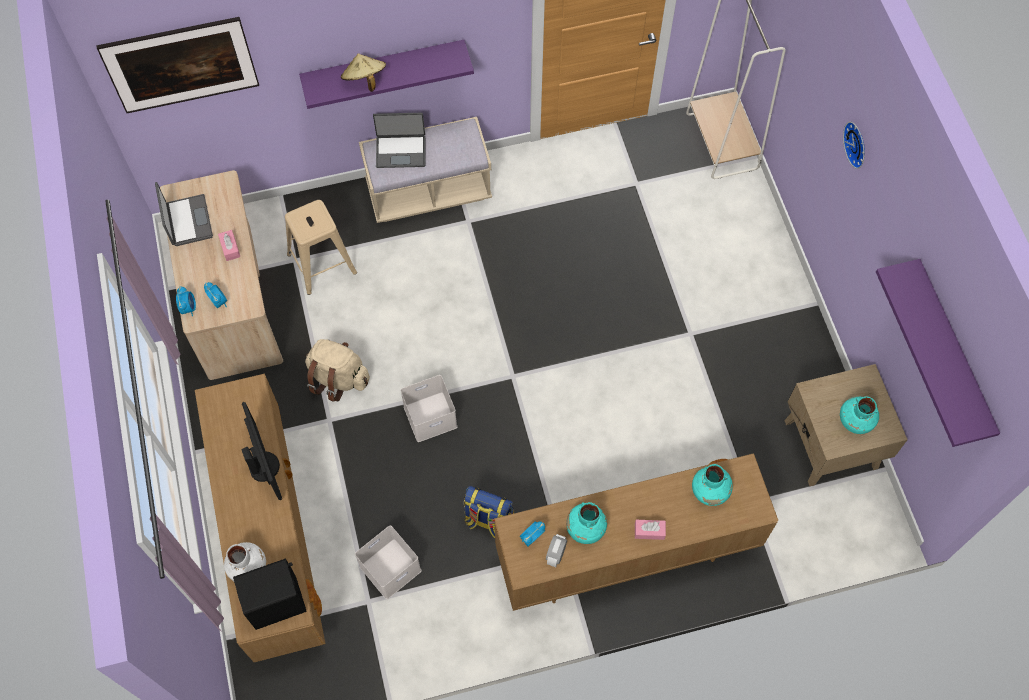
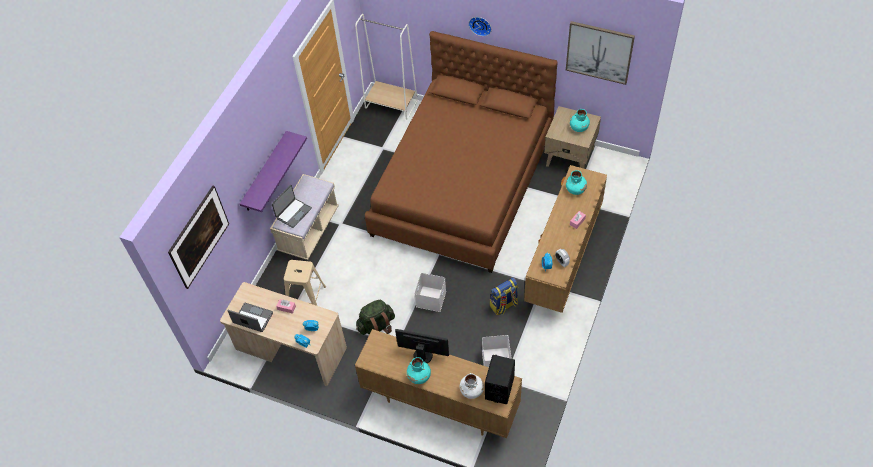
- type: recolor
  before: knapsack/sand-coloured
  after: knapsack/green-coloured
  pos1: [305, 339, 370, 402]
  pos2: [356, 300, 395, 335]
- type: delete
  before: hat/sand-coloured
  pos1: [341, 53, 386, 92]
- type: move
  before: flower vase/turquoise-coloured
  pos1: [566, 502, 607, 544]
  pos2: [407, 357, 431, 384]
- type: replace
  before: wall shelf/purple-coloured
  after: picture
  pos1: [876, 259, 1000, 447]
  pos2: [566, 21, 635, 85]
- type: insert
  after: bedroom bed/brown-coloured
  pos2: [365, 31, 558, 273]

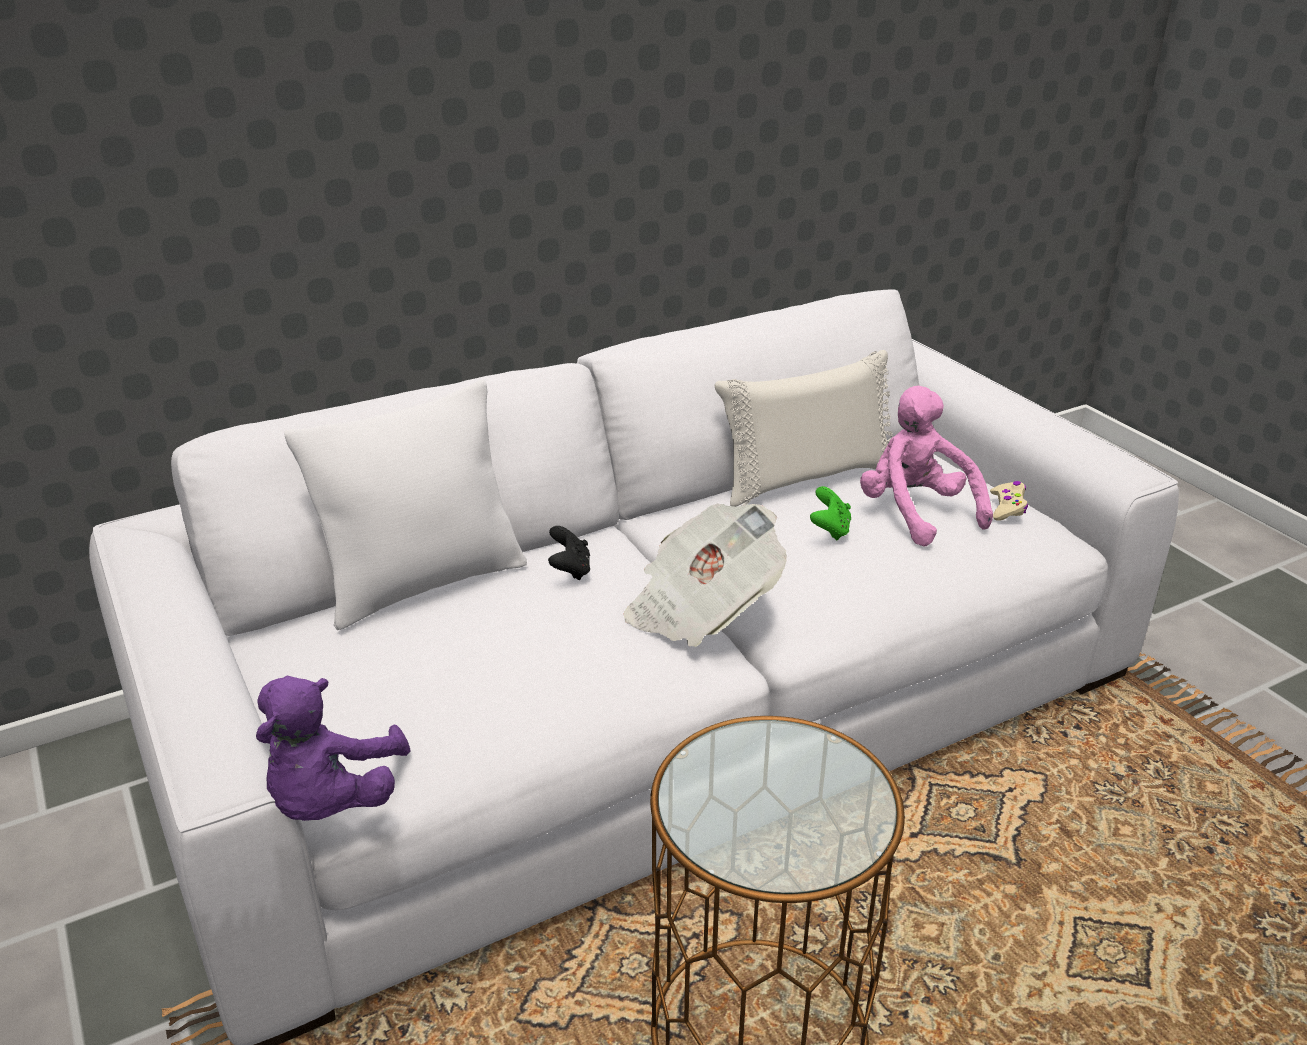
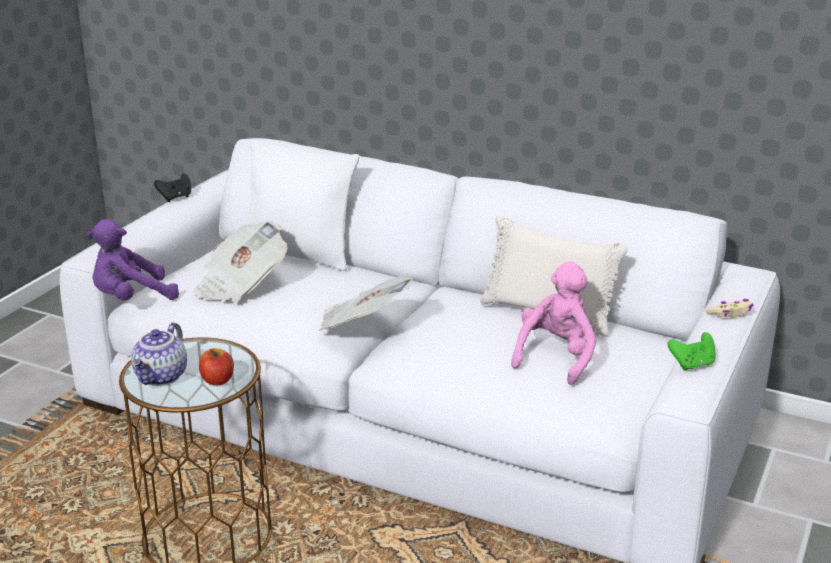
- type: move
  before: gamepad/black
  pos1: [548, 526, 590, 580]
  pos2: [154, 173, 191, 202]
- type: move
  before: gamepad/green-coloured
  pos1: [810, 486, 851, 540]
  pos2: [668, 332, 716, 371]
- type: move
  before: gamepad/sand-coloured
  pos1: [990, 481, 1028, 521]
  pos2: [706, 299, 753, 318]
- type: insert
  after: tea pot
  pos2: [131, 322, 187, 386]
- type: insert
  after: newspaper
  pos2: [193, 221, 287, 302]
- type: insert
  after: apple fruit
  pos2: [199, 348, 234, 385]

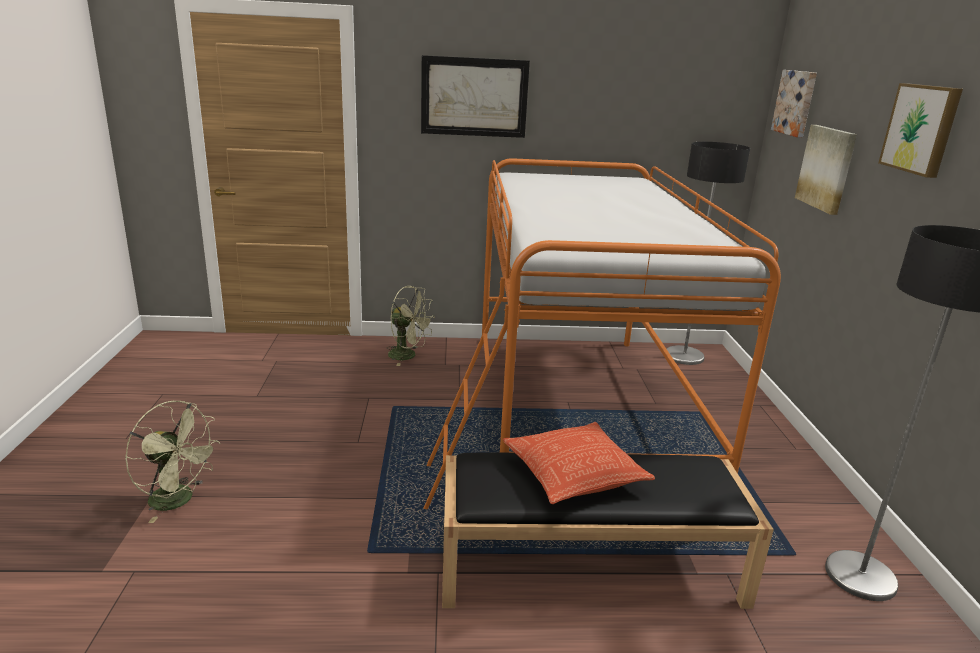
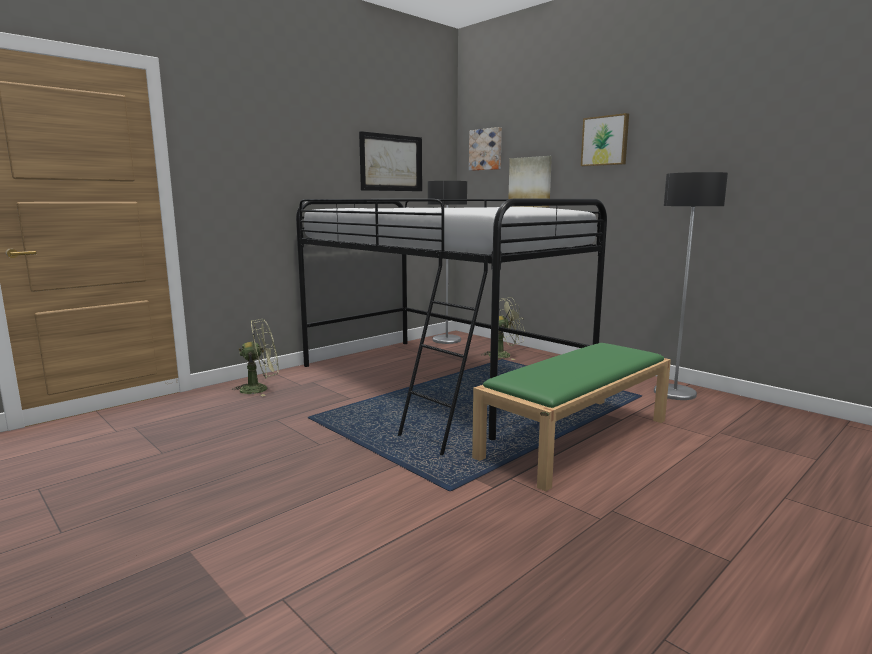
- type: move
  before: fan/green-coloured
  pos1: [125, 401, 221, 523]
  pos2: [481, 297, 525, 360]
- type: move
  before: picture
  pos1: [421, 55, 530, 138]
  pos2: [359, 131, 422, 191]
- type: recolor
  before: bedroom bed/orangey
  after: bedroom bed/black
  pos1: [423, 158, 781, 509]
  pos2: [296, 199, 607, 455]
- type: recolor
  before: long seat/black
  after: long seat/green-coloured
  pos1: [442, 452, 774, 609]
  pos2: [472, 343, 671, 492]
- type: delete
  before: pillow/orangey
  pos1: [503, 422, 655, 504]

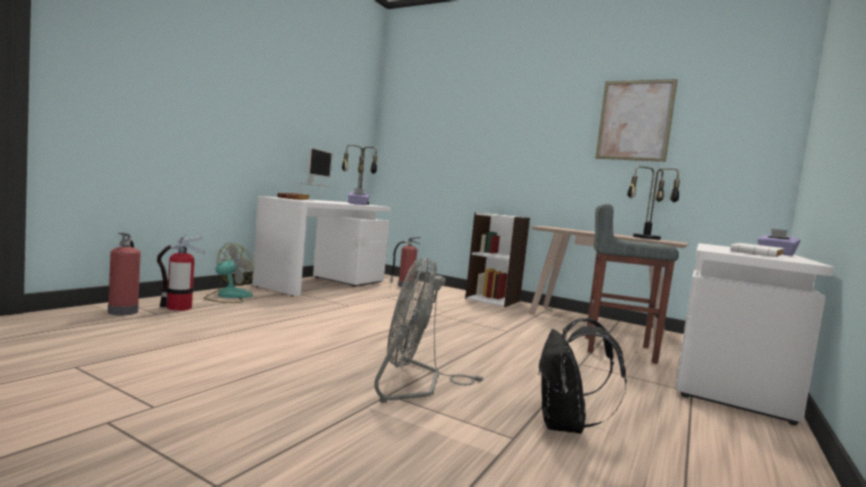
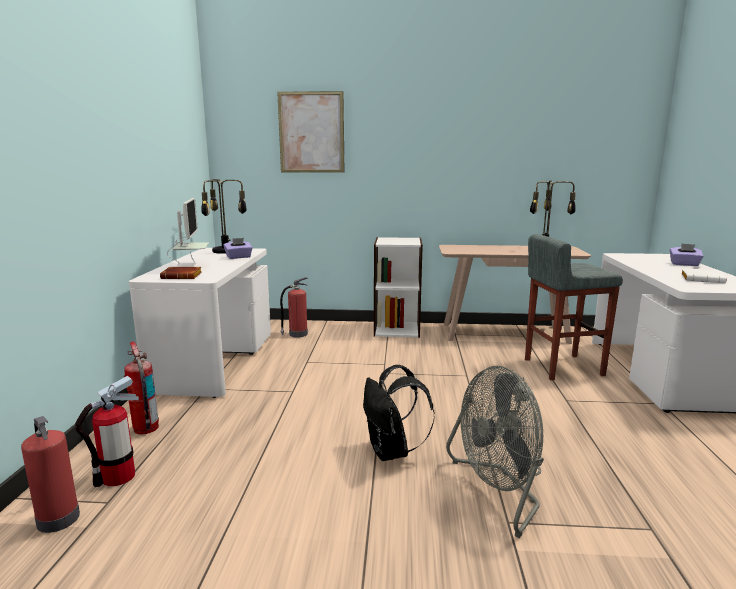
- type: replace
  before: fan
  after: extinguisher
  pos1: [204, 243, 254, 303]
  pos2: [124, 342, 159, 434]
- type: move
  before: knapsack/black
  pos1: [538, 318, 627, 434]
  pos2: [363, 365, 435, 461]
- type: move
  before: picture
  pos1: [595, 79, 678, 162]
  pos2: [277, 91, 344, 173]

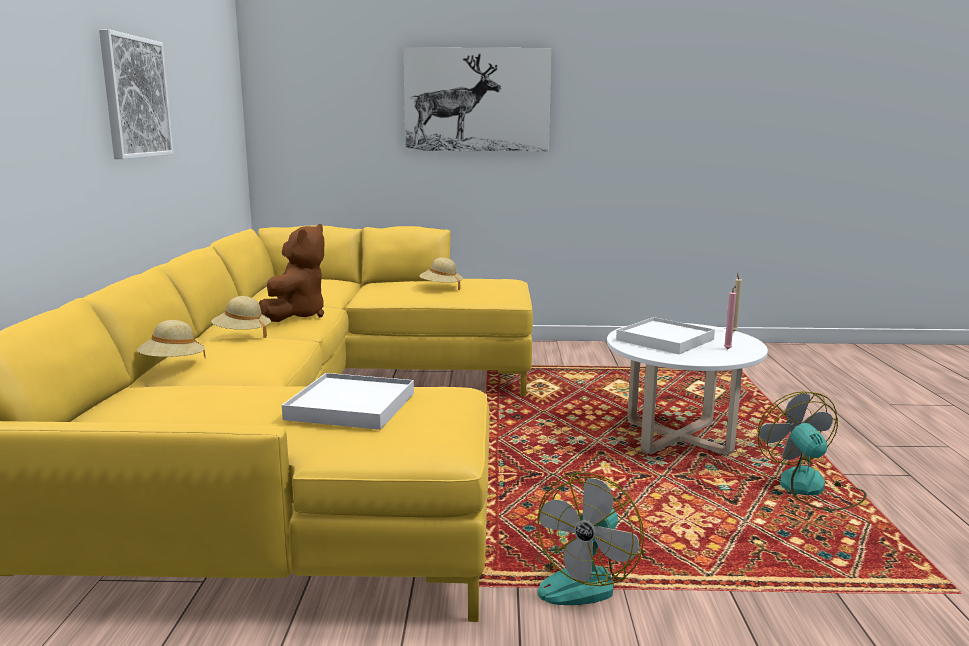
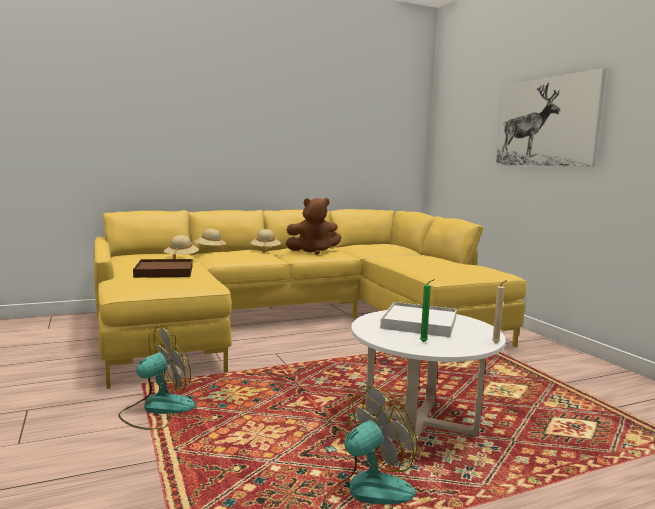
- type: delete
  before: picture
  pos1: [99, 29, 174, 159]
- type: recolor
  before: serving tray/white
  after: serving tray/brown-coloured
  pos1: [282, 373, 414, 430]
  pos2: [133, 259, 193, 278]
- type: move
  before: hat/sand-coloured
  pos1: [419, 258, 463, 290]
  pos2: [164, 235, 199, 259]
- type: rotate
  before: fan
  pos1: [537, 473, 644, 605]
  pos2: [118, 327, 196, 430]
  turn: 135
- type: recolor
  before: candle/pink
  after: candle/green-coloured
  pos1: [724, 286, 736, 349]
  pos2: [420, 279, 435, 342]

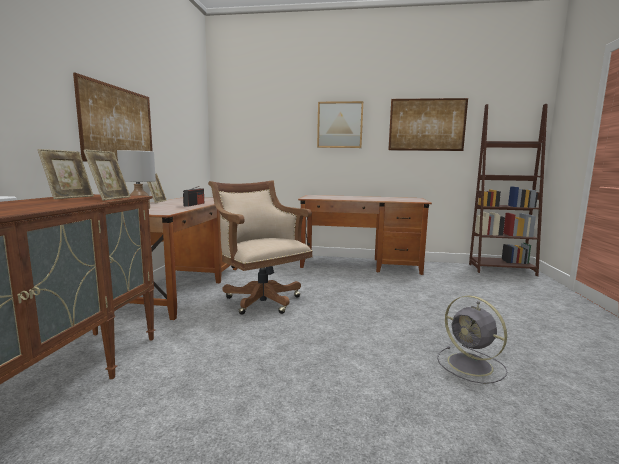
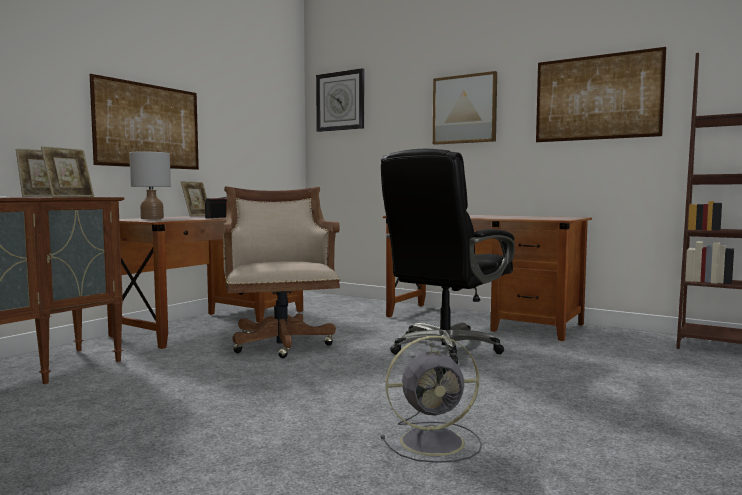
- type: rotate
  before: fan/greyish
  pos1: [437, 296, 507, 384]
  pos2: [380, 336, 482, 463]
  turn: -90
- type: insert
  after: hanging clock
  pos2: [316, 68, 364, 132]
- type: insert
  after: office chair/black
  pos2: [381, 149, 515, 365]

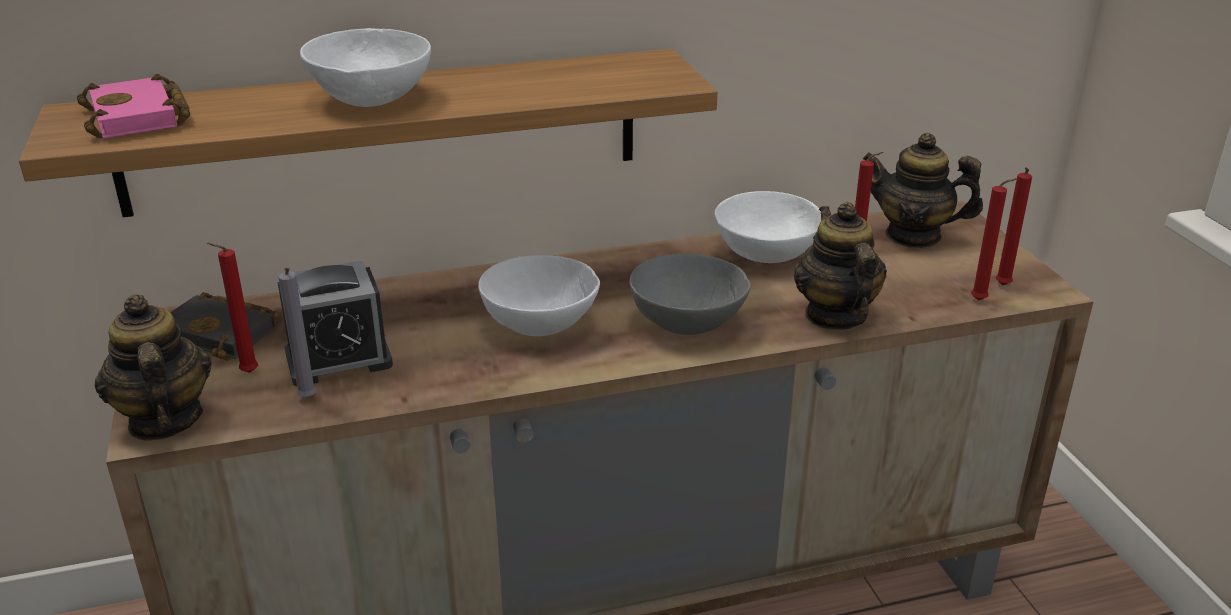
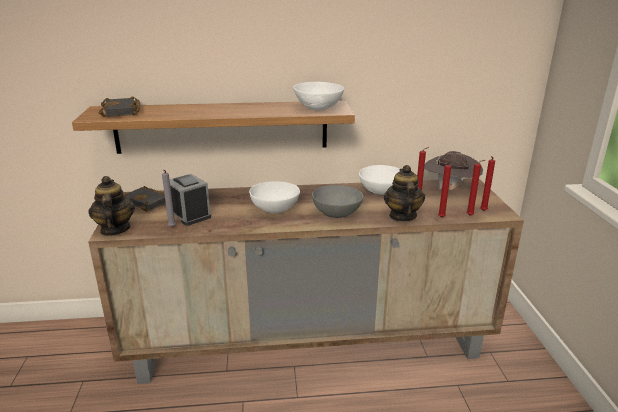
- type: recolor
  before: volume/pink
  after: volume/black
  pos1: [77, 74, 190, 139]
  pos2: [99, 96, 140, 117]
- type: move
  before: candle/red-coloured
  pos1: [207, 242, 258, 373]
  pos2: [438, 161, 452, 218]
- type: rotate
  before: alarm clock
  pos1: [278, 261, 393, 386]
  pos2: [169, 174, 211, 226]
  turn: -120
- type: move
  before: deep dish/white
  pos1: [300, 28, 431, 107]
  pos2: [293, 82, 344, 110]
- type: replace
  before: tea pot
  after: hat/brown-coloured
  pos1: [863, 133, 983, 248]
  pos2: [424, 151, 483, 190]

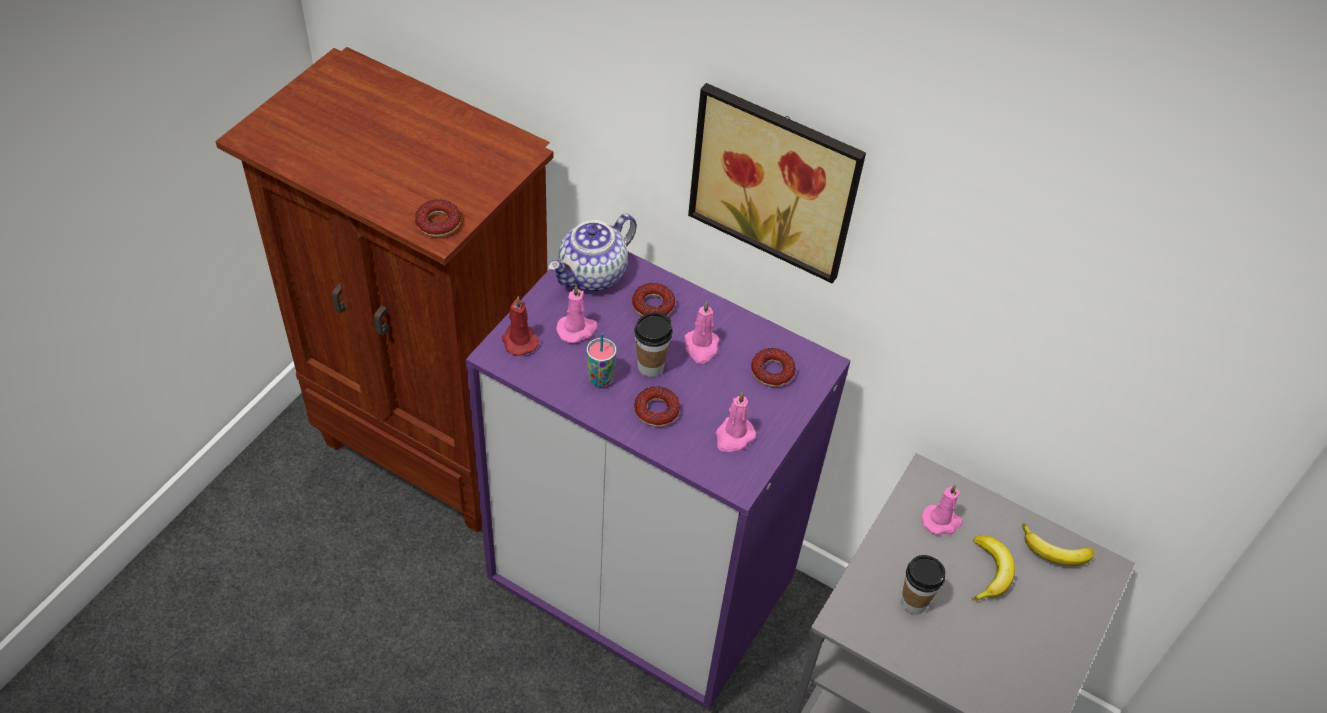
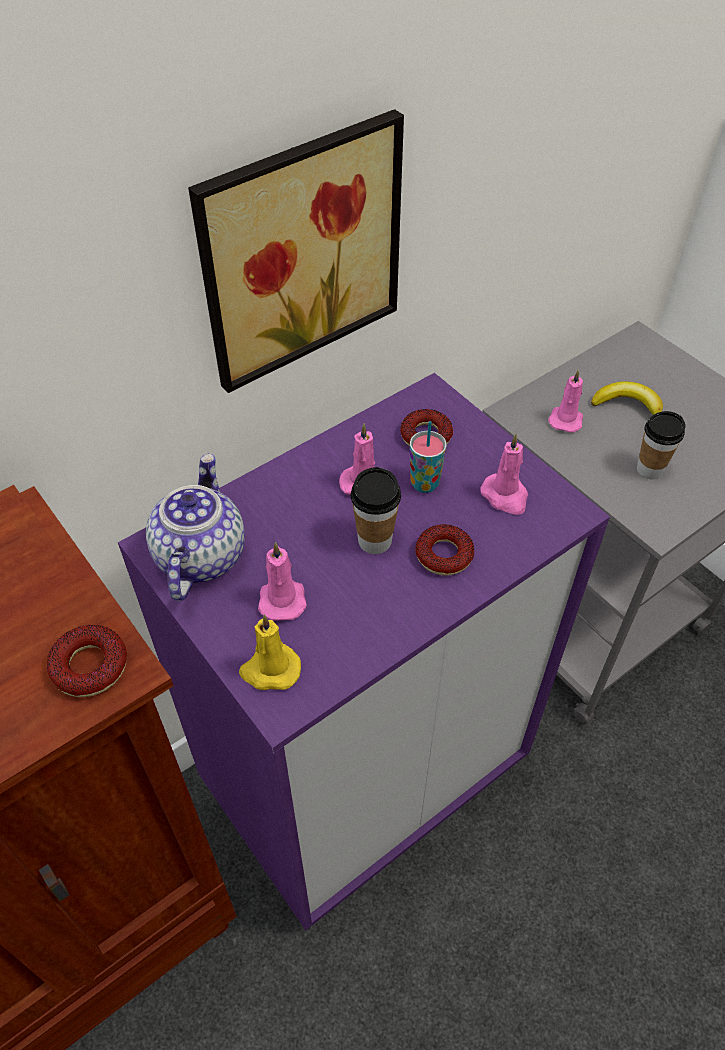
- type: recolor
  before: candle/red-coloured
  after: candle/yellowish
  pos1: [502, 296, 539, 356]
  pos2: [239, 615, 301, 690]
- type: rotate
  before: tea pot
  pos1: [548, 214, 637, 291]
  pos2: [146, 454, 245, 601]
  turn: -150
- type: move
  before: drinking cup
  pos1: [587, 333, 616, 387]
  pos2: [410, 421, 447, 493]
- type: delete
  before: donut
  pos1: [632, 283, 675, 316]
- type: delete
  before: whole banana
  pos1: [1022, 523, 1095, 566]

